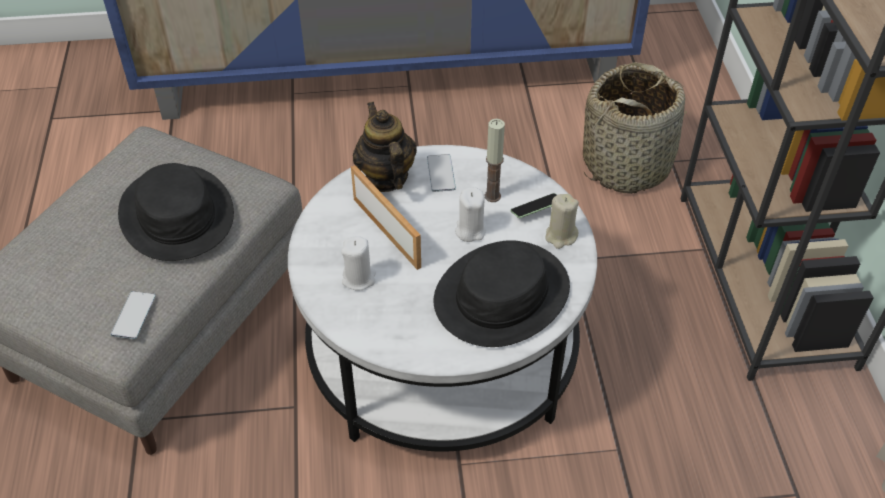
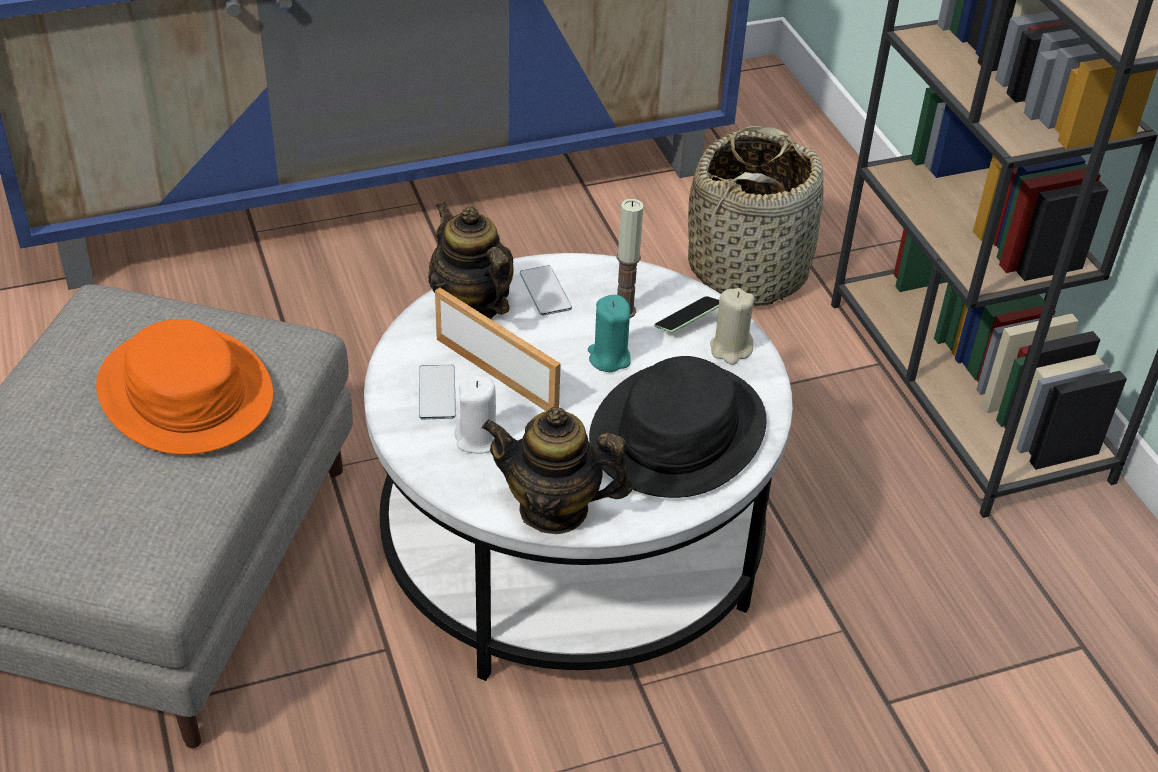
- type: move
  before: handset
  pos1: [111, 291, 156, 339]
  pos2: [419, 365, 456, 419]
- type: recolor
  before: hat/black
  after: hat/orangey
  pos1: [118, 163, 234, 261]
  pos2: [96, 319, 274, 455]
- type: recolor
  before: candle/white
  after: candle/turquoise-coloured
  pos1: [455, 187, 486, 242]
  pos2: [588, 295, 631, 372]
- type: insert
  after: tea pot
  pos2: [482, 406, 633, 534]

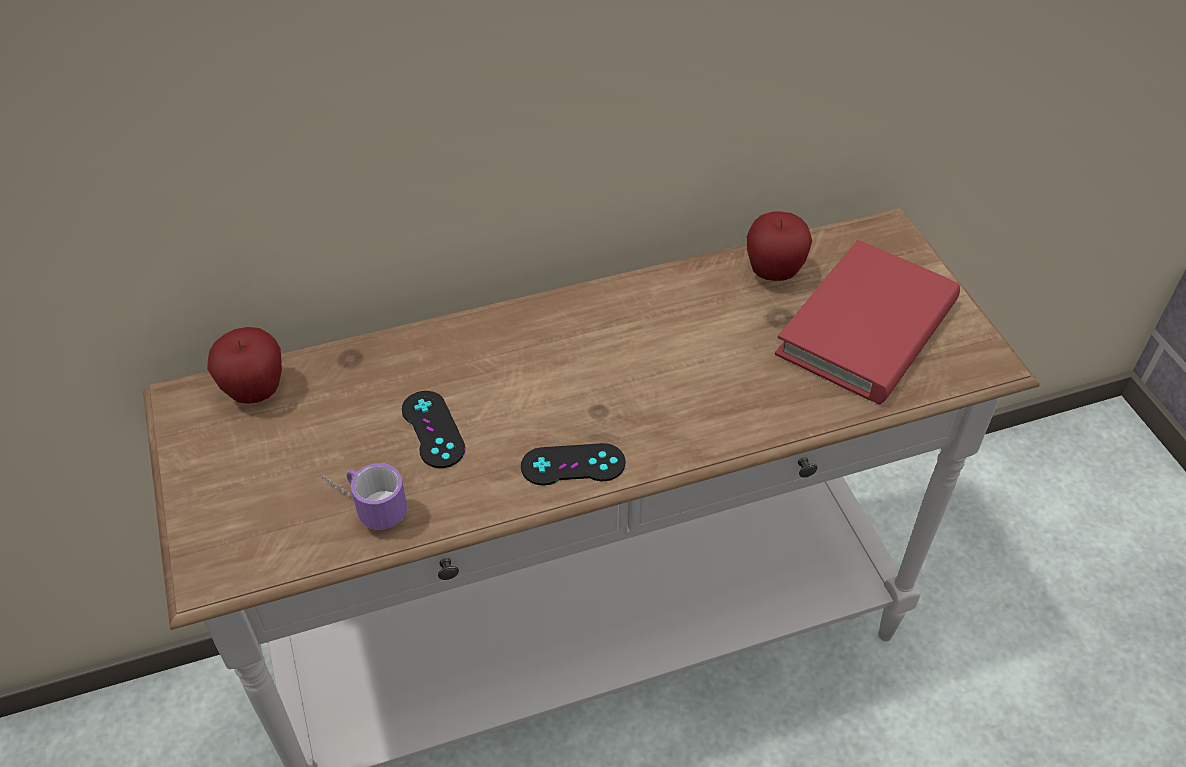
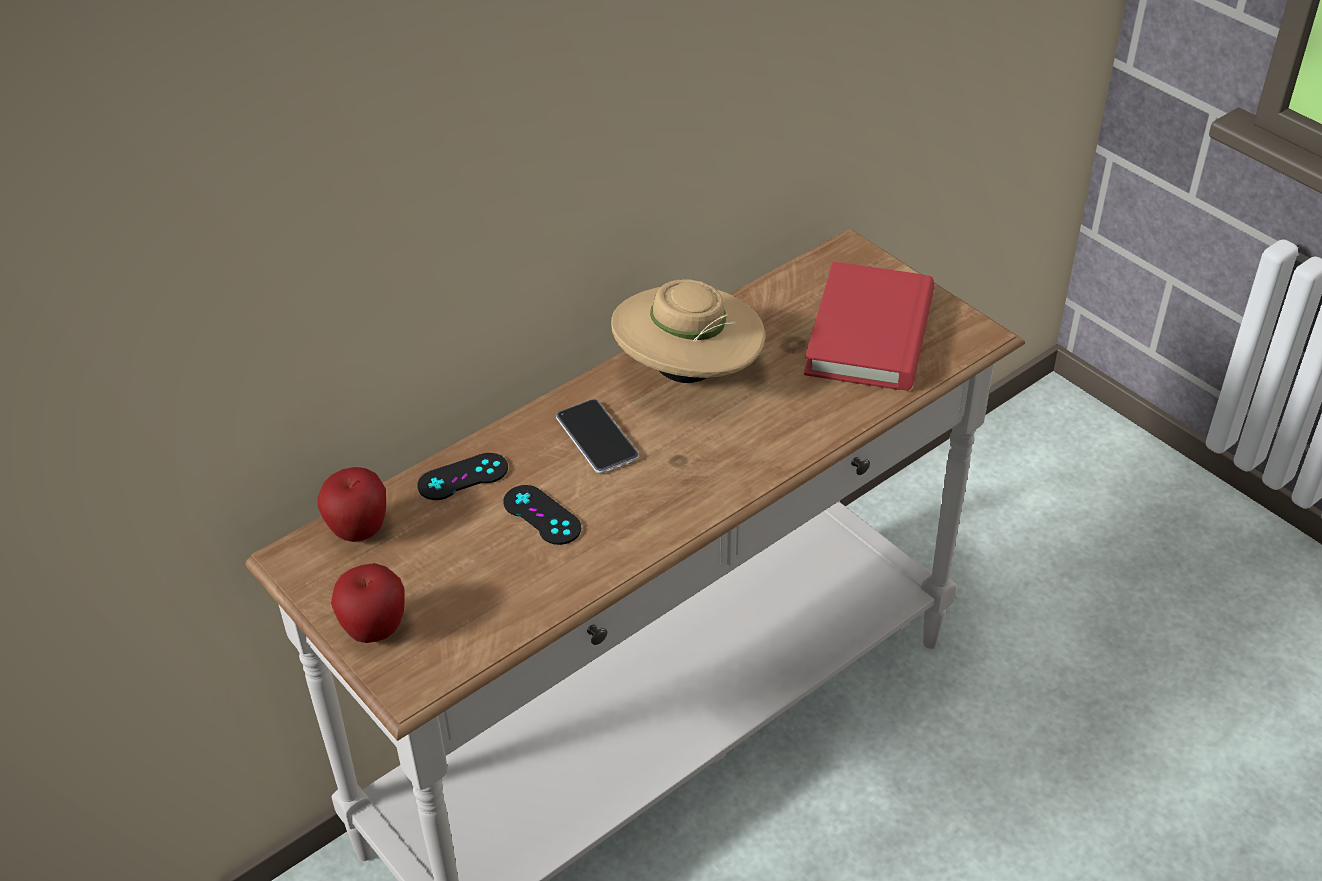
- type: delete
  before: tea mug
  pos1: [322, 463, 407, 530]
- type: move
  before: gamepad/black
  pos1: [521, 443, 625, 486]
  pos2: [417, 453, 508, 500]
- type: move
  before: apple fruit
  pos1: [747, 212, 812, 281]
  pos2: [331, 563, 405, 643]
- type: insert
  after: handset
  pos2: [556, 399, 639, 473]
- type: insert
  after: hat/sand-coloured
  pos2: [611, 279, 765, 383]

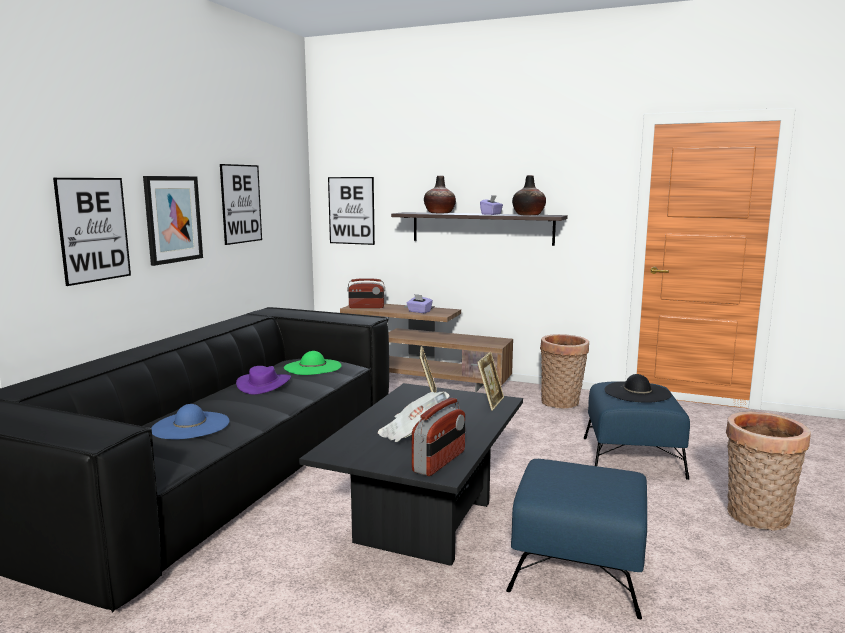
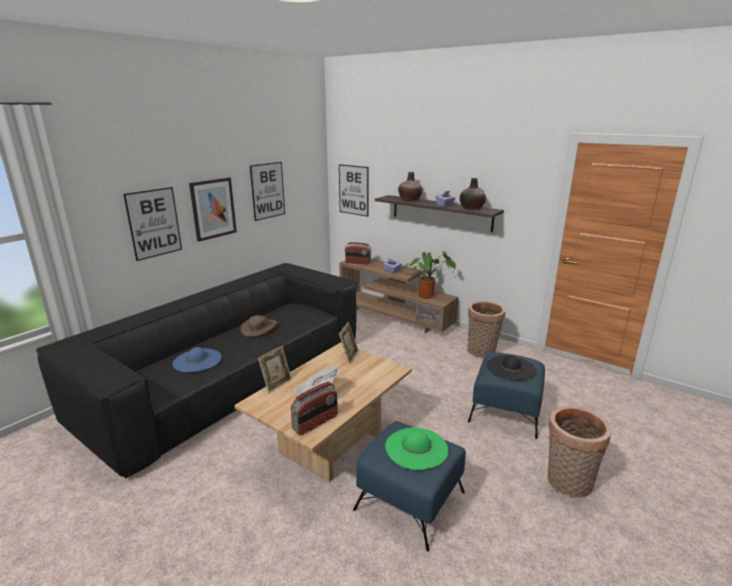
- type: recolor
  before: hat/purple-coloured
  after: hat/brown-coloured
  pos1: [236, 366, 291, 395]
  pos2: [240, 315, 278, 337]
- type: move
  before: hat/green-coloured
  pos1: [284, 351, 342, 375]
  pos2: [385, 427, 448, 470]
- type: recolor
  before: low table/black
  after: low table/sand-coloured
  pos1: [299, 383, 523, 566]
  pos2: [234, 342, 412, 482]
- type: move
  before: picture frame
  pos1: [477, 352, 504, 410]
  pos2: [258, 346, 292, 393]
- type: insert
  after: plant in a pot
  pos2: [405, 251, 456, 298]

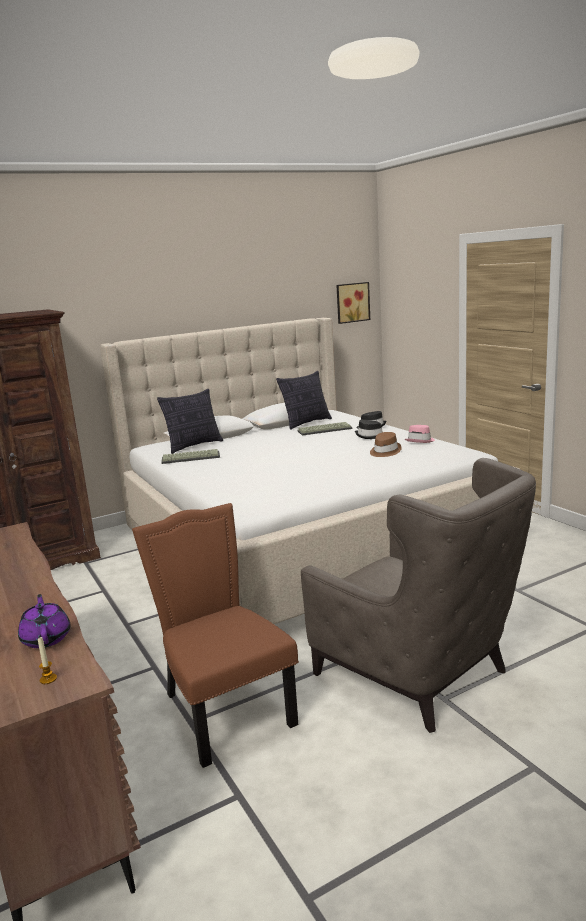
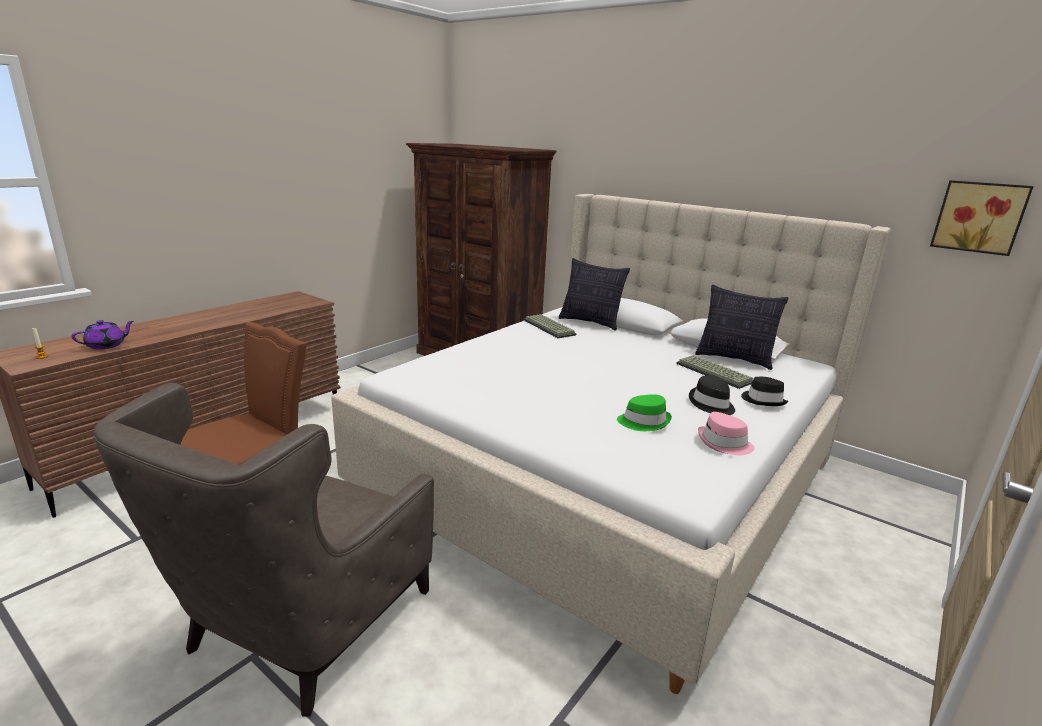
- type: recolor
  before: hat/brown-coloured
  after: hat/green-coloured
  pos1: [370, 432, 402, 457]
  pos2: [617, 394, 672, 431]

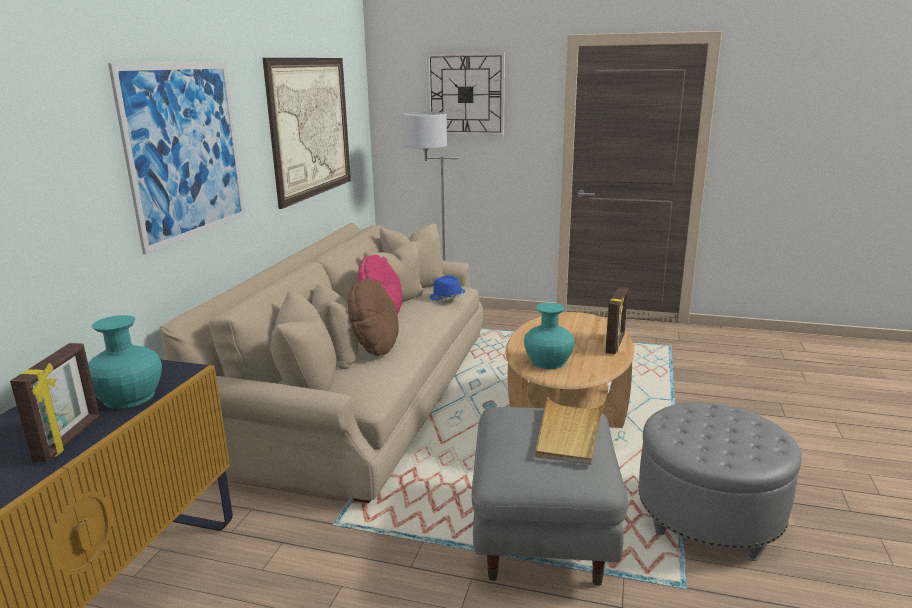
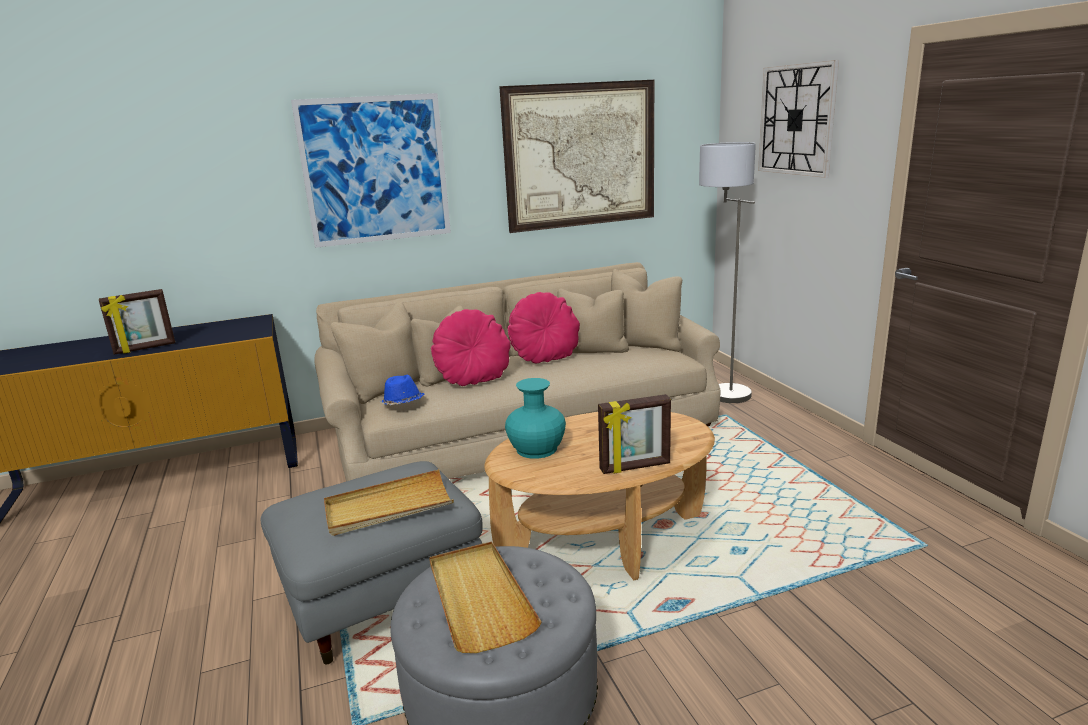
- type: delete
  before: flower vase/turquoise-coloured
  pos1: [88, 315, 162, 409]
- type: recolor
  before: pillow/brown-coloured
  after: pillow/pink
  pos1: [348, 279, 399, 356]
  pos2: [431, 309, 511, 386]
- type: move
  before: hat/bluish
  pos1: [430, 275, 465, 301]
  pos2: [379, 375, 424, 405]
- type: insert
  after: serving tray/sand-coloured
  pos2: [429, 542, 541, 653]

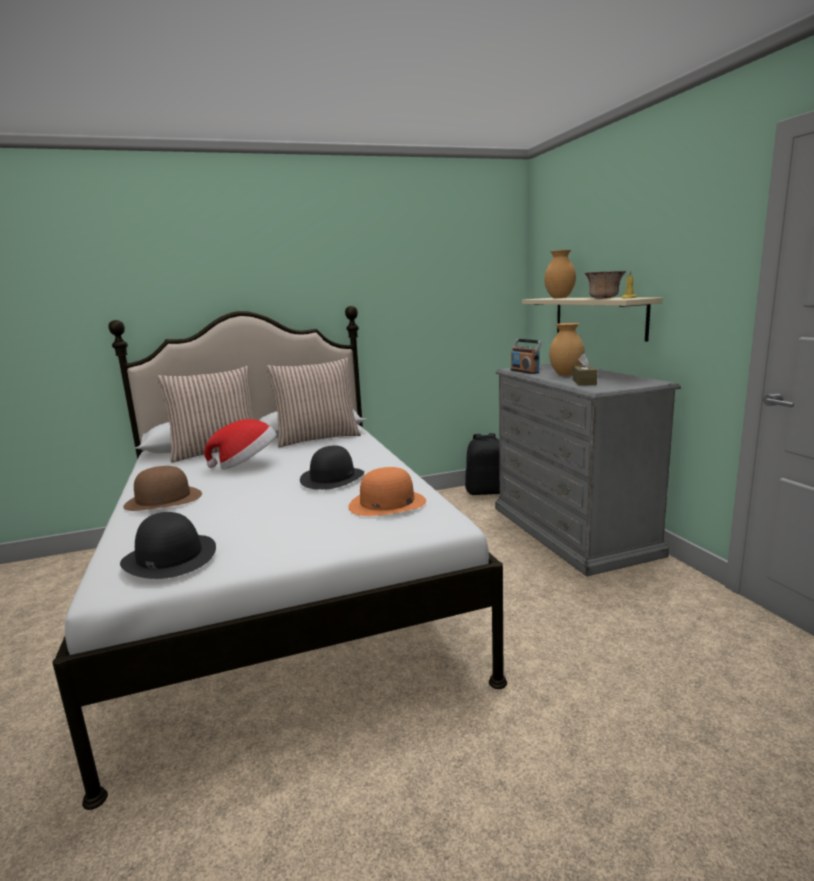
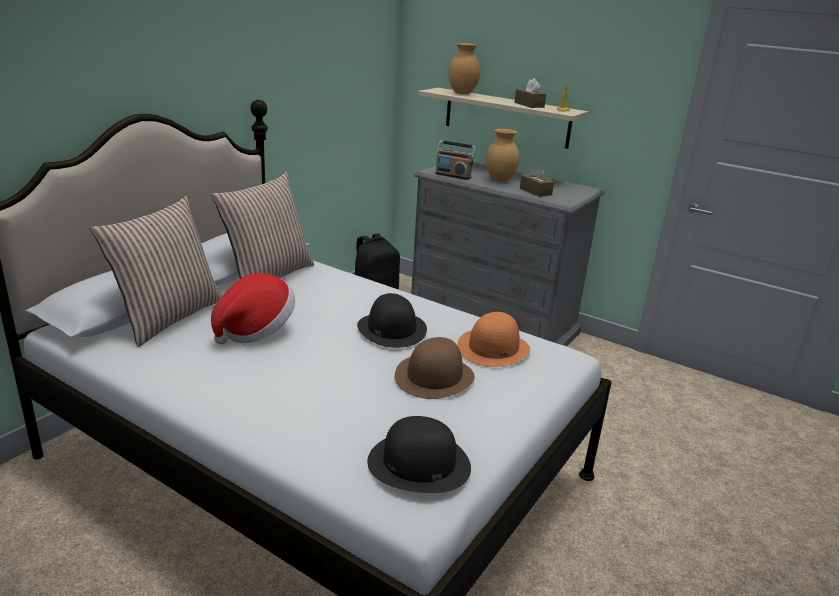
- type: move
  before: hat/brown-coloured
  pos1: [123, 466, 202, 511]
  pos2: [395, 337, 475, 399]
- type: replace
  before: deep dish
  after: tissue holder/brown-coloured
  pos1: [585, 271, 626, 299]
  pos2: [515, 78, 546, 108]

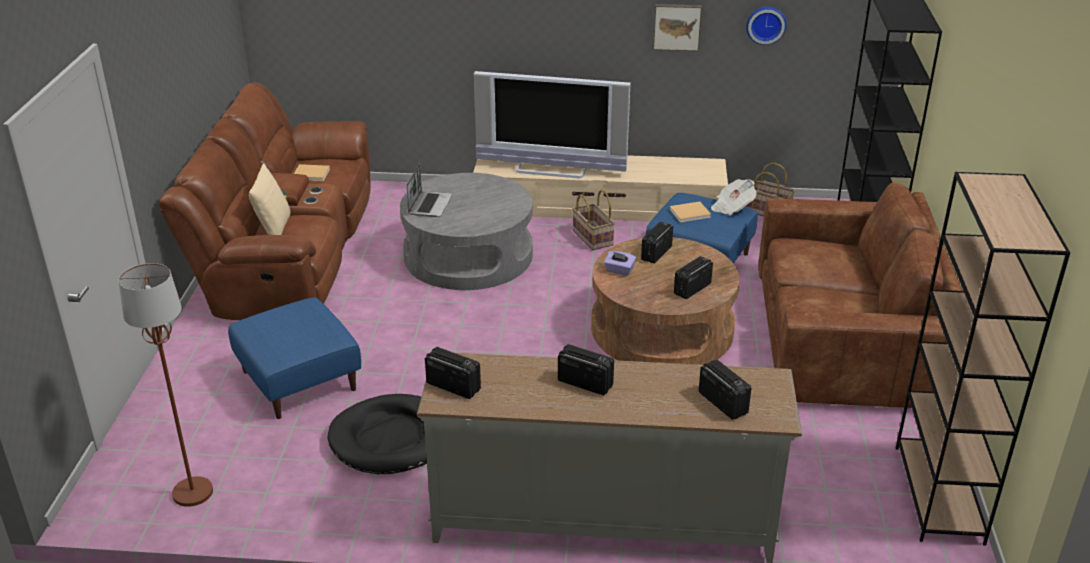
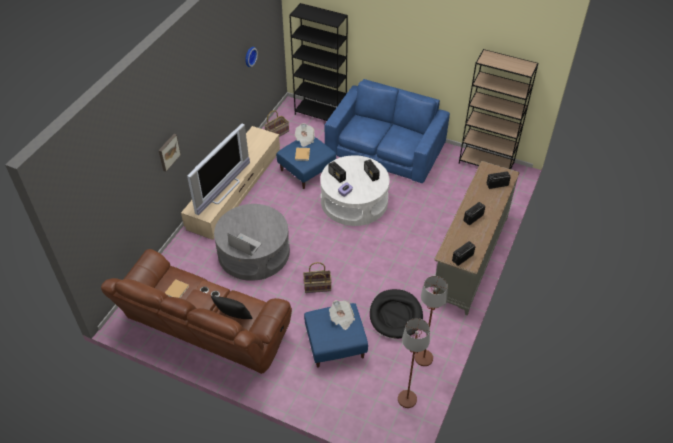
- type: recolor
  before: pillow/sand-coloured
  after: pillow/black
  pos1: [249, 163, 290, 235]
  pos2: [211, 296, 253, 319]
- type: move
  before: storage basket
  pos1: [572, 189, 615, 250]
  pos2: [303, 262, 332, 293]
- type: recolor
  before: low table/brown-coloured
  after: low table/white
  pos1: [591, 237, 740, 365]
  pos2: [320, 155, 390, 226]
- type: move
  before: picture
  pos1: [653, 4, 702, 51]
  pos2: [158, 134, 181, 172]
- type: recolor
  before: sofa/brown-coloured
  after: sofa/bluish
  pos1: [758, 183, 963, 408]
  pos2: [325, 79, 450, 183]
- type: insert
  after: newspaper
  pos2: [329, 300, 355, 330]
- type: insert
  after: standing lamp/brown-coloured
  pos2: [415, 276, 448, 366]

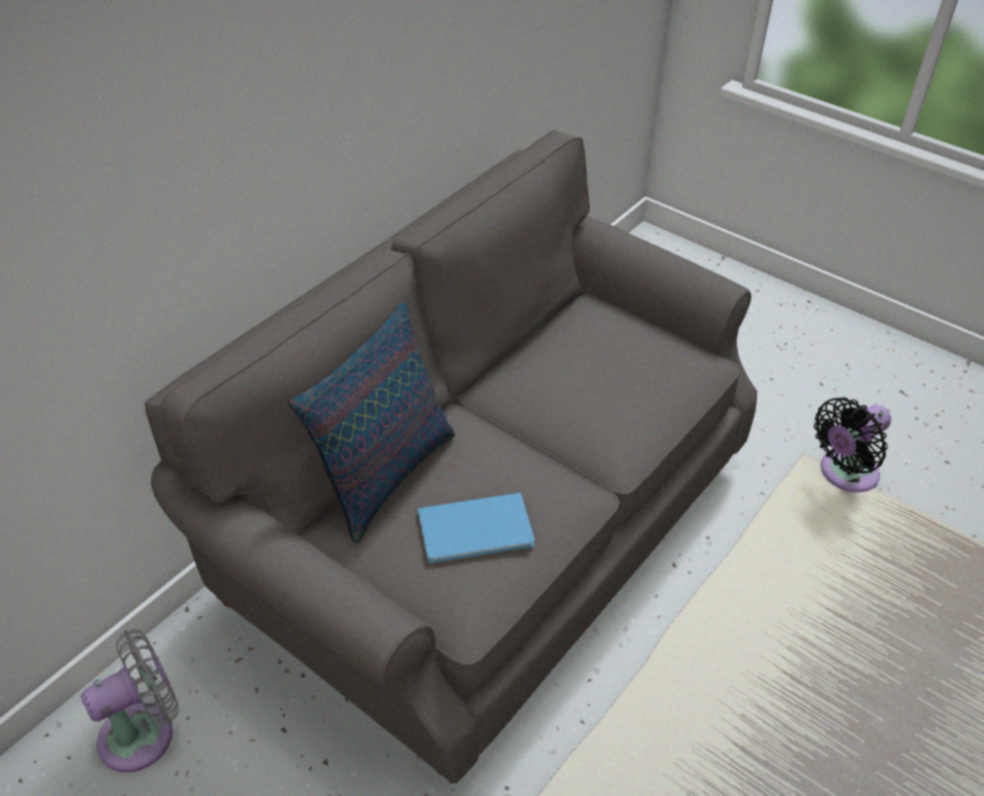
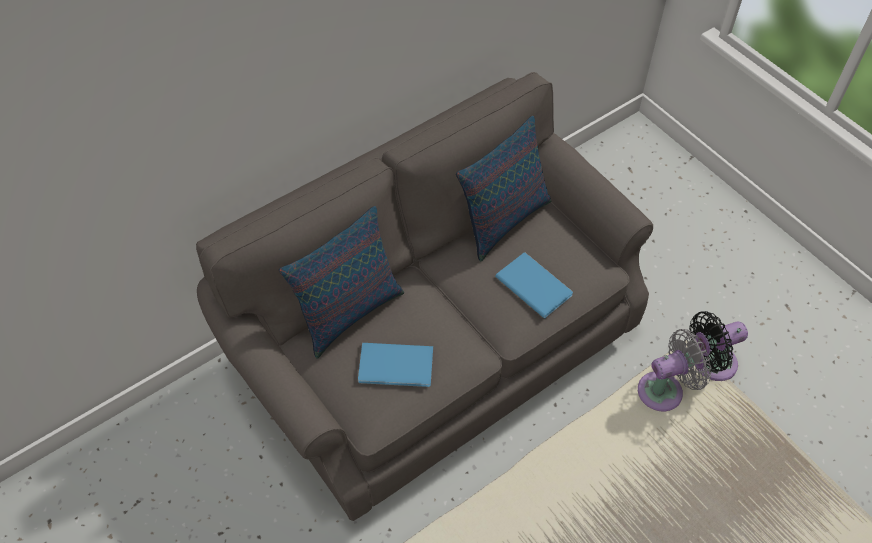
- type: move
  before: fan/greyish
  pos1: [81, 629, 179, 772]
  pos2: [638, 329, 711, 411]
- type: insert
  after: pillow/bluish
  pos2: [456, 116, 551, 262]
- type: insert
  after: volume/bluish
  pos2: [495, 253, 573, 319]

